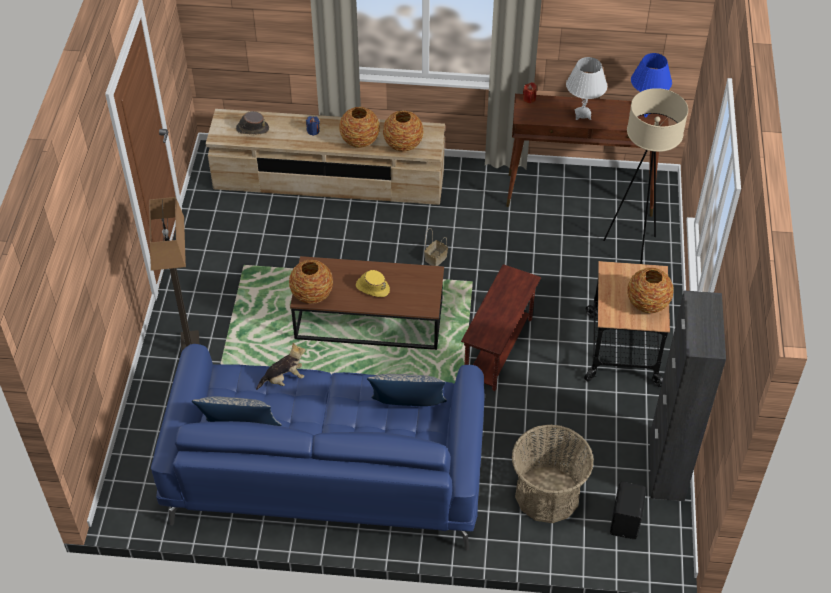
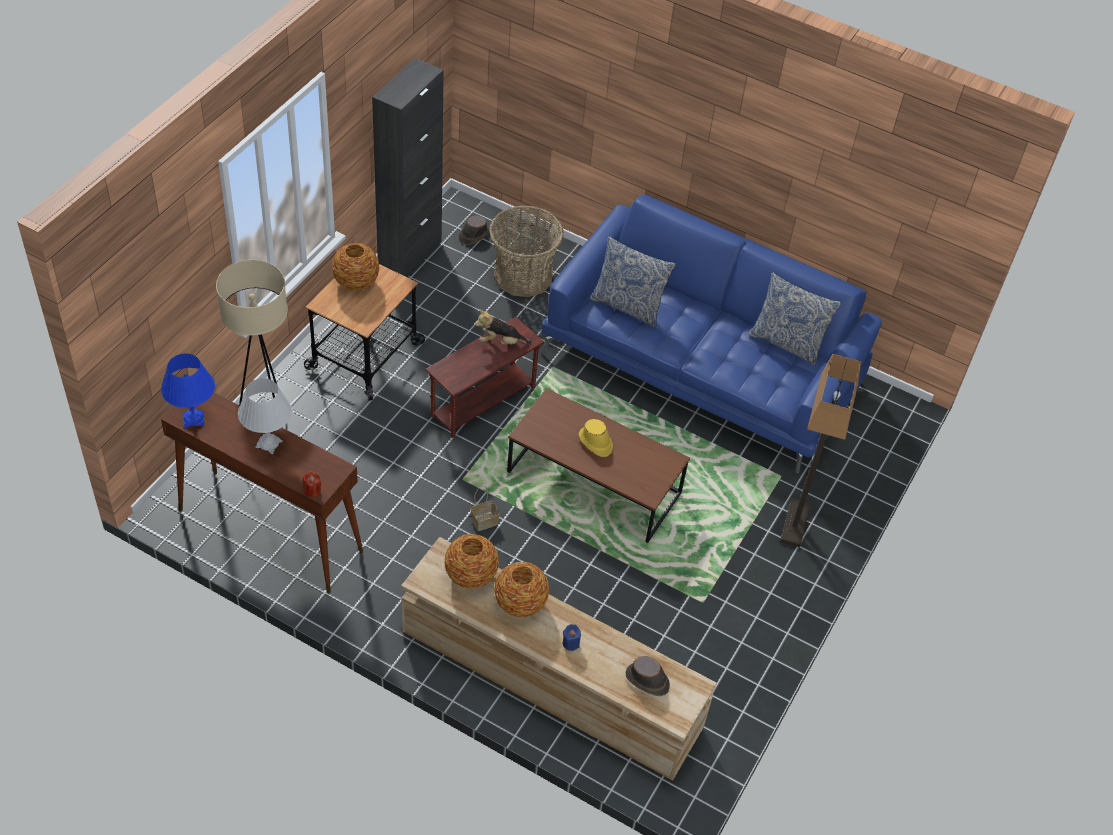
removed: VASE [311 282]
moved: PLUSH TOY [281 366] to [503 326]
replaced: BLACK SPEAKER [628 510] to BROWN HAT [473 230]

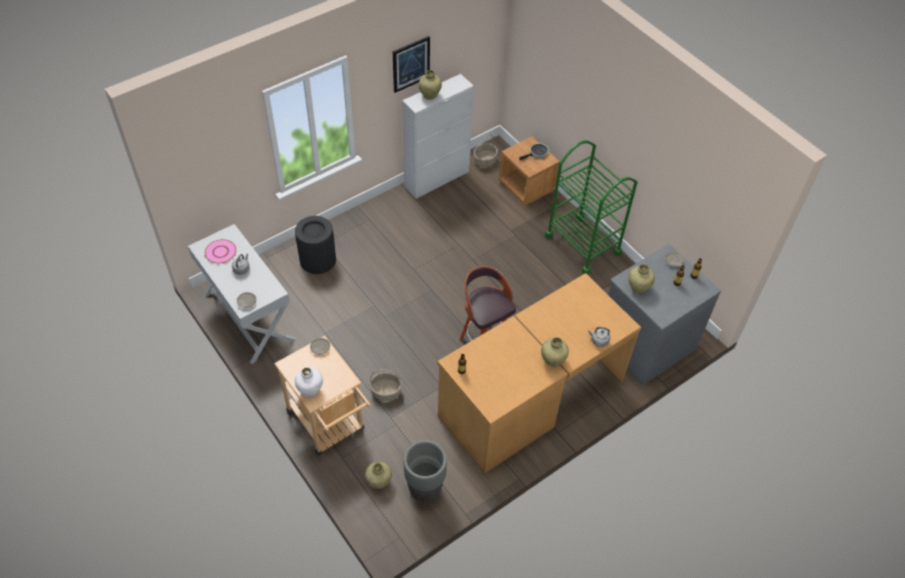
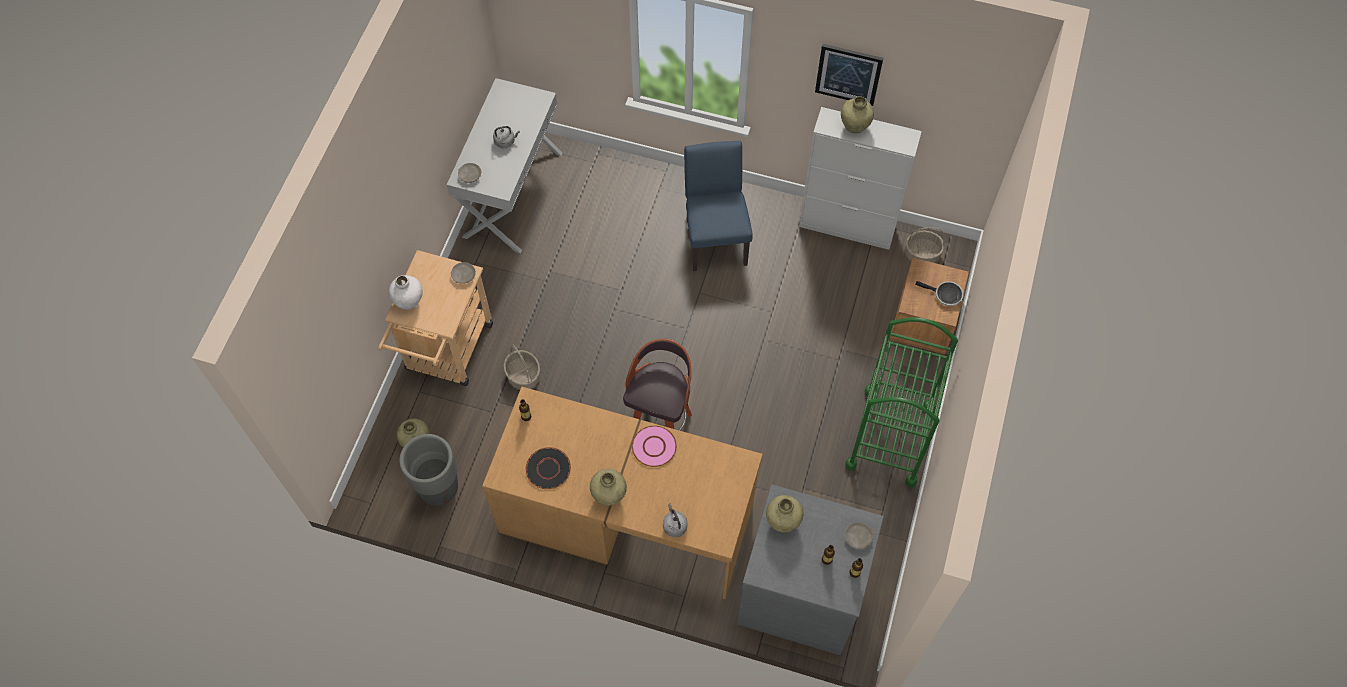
removed: BLACK TRASH CAN [315 245]
added: BLACK PLATE [548 468]; BLUE CHAIR [718 206]
moved: PINK PLATE [220 251] to [654 446]

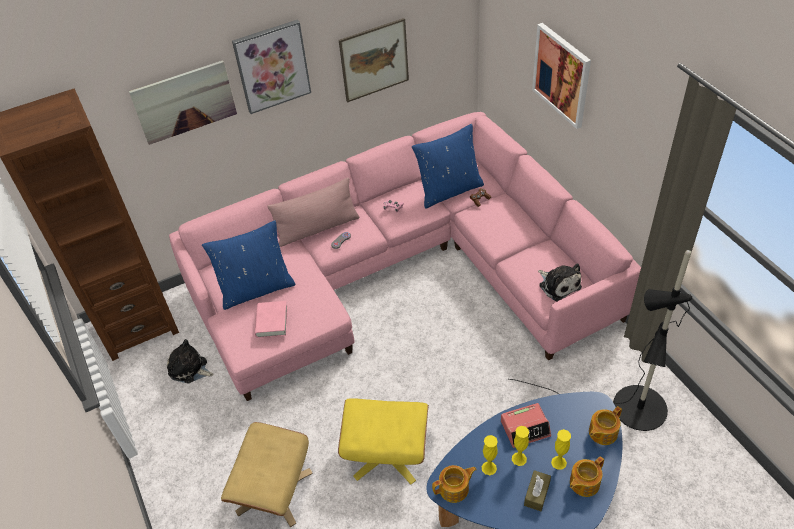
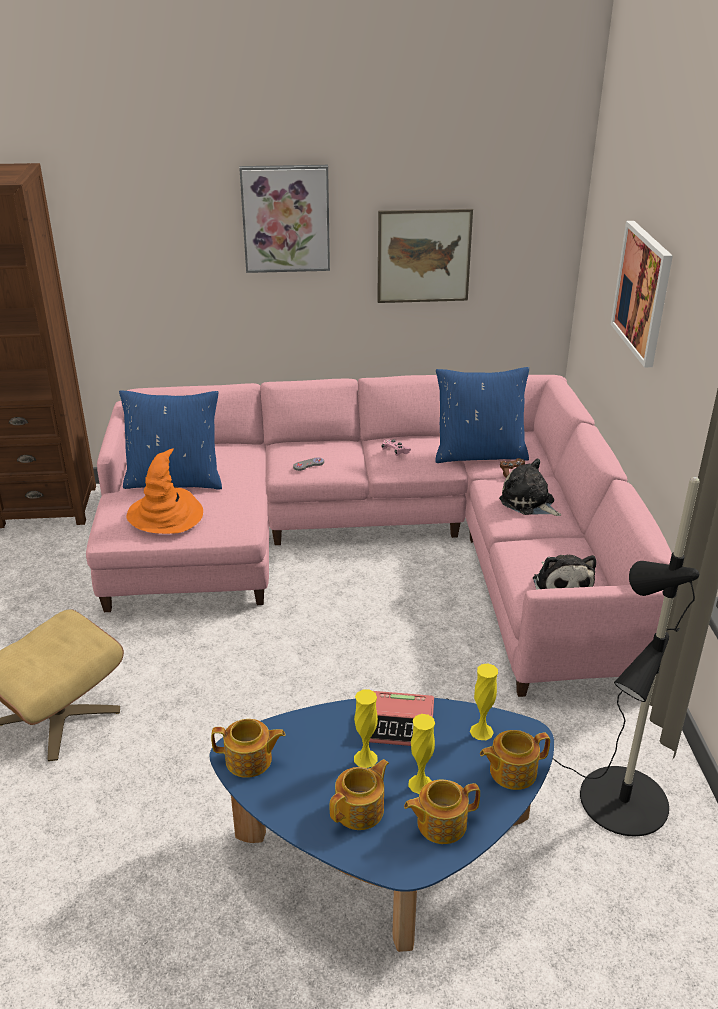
removed: PICTURE [183 102]; PINK PILLOW [313 212]; YELLOW OTTOMAN [383 441]
moved: YELLOW VASE [490 455] to [484 701]; PLUSH TOY [190 361] to [530 487]
replaced: PINK BOOK [271 319] to ORANGE HAT [164 491]; BROWN TISSUE BOX [537 490] to TEAPOT [359 794]

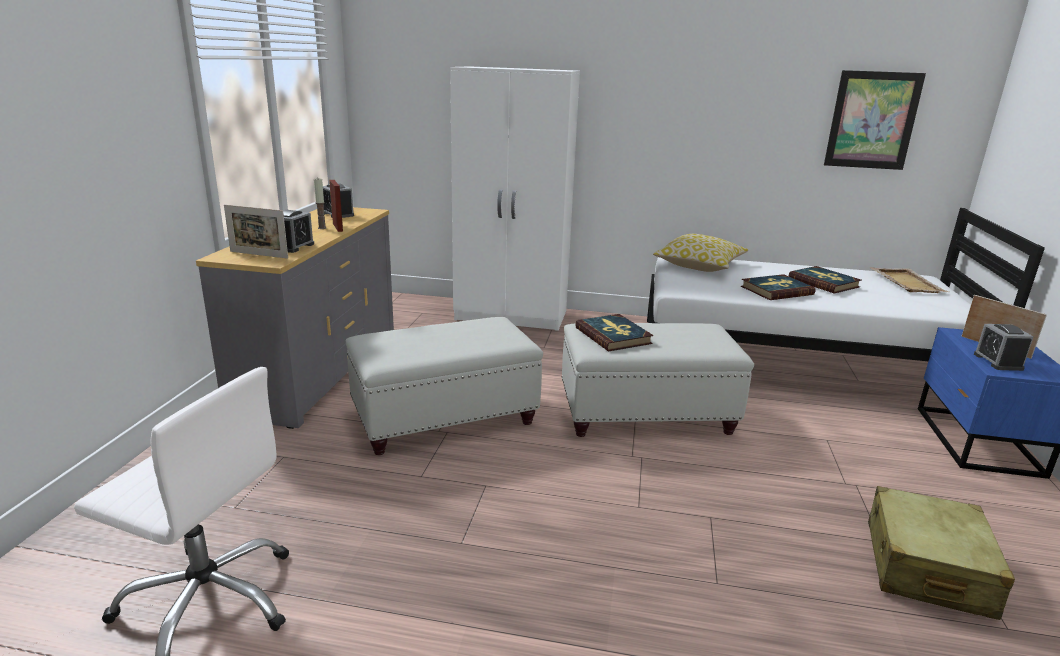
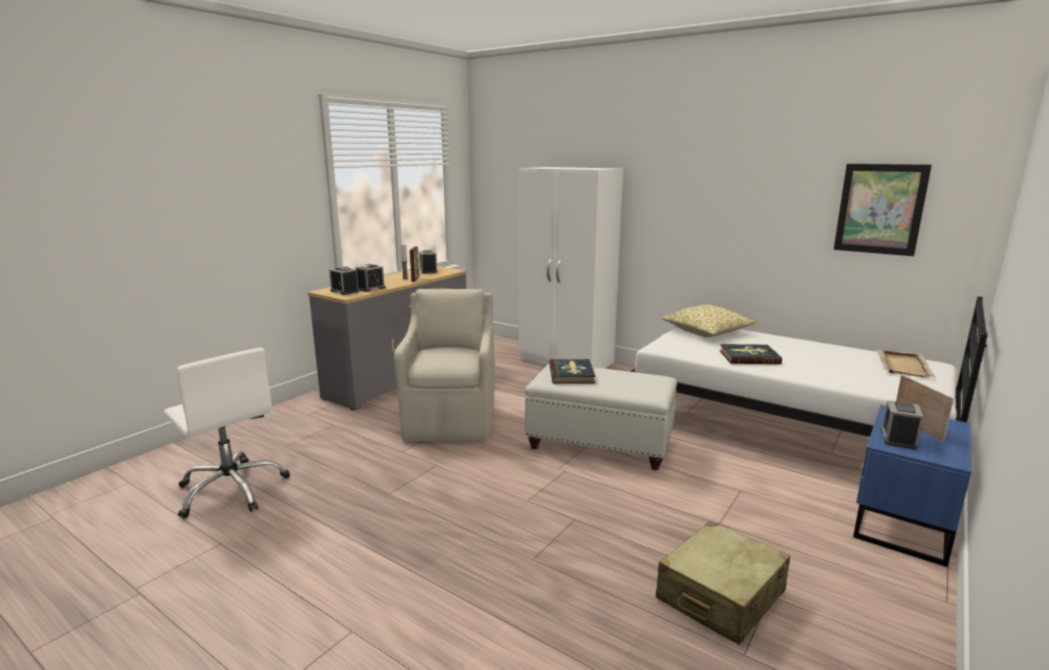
removed: BOOK [825 280]
replaced: PICTURE FRAME [256 231] to ALARM CLOCK [344 280]; WHITE OTTOMAN [444 386] to BEIGE ARMCHAIR [444 365]

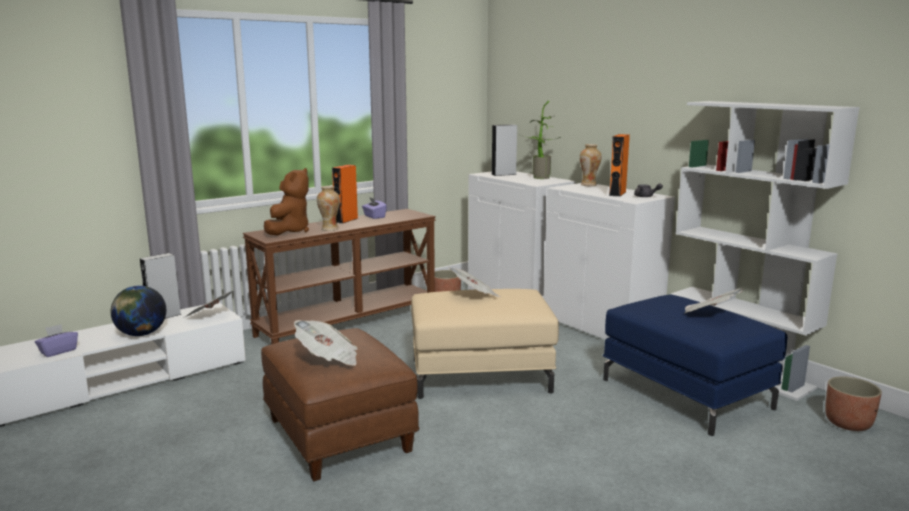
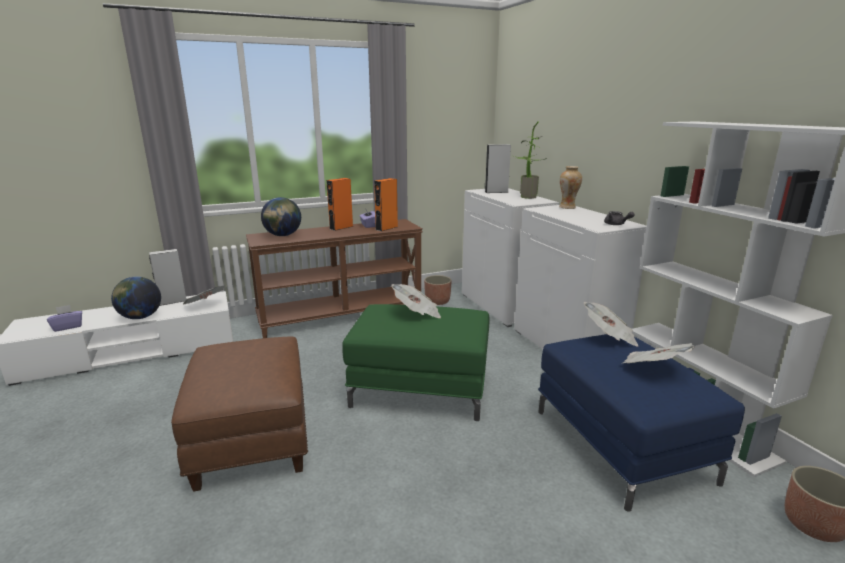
removed: VASE [328 208]
moved: ORANGE SPEAKER [619 165] to [386 204]; NEWSPAPER [326 343] to [611 324]
replaced: BROWN PLUSH TOY [286 201] to GLOBE [281 216]
recoloured: BEIGE OTTOMAN [485 344] to GREEN OTTOMAN [415 362]

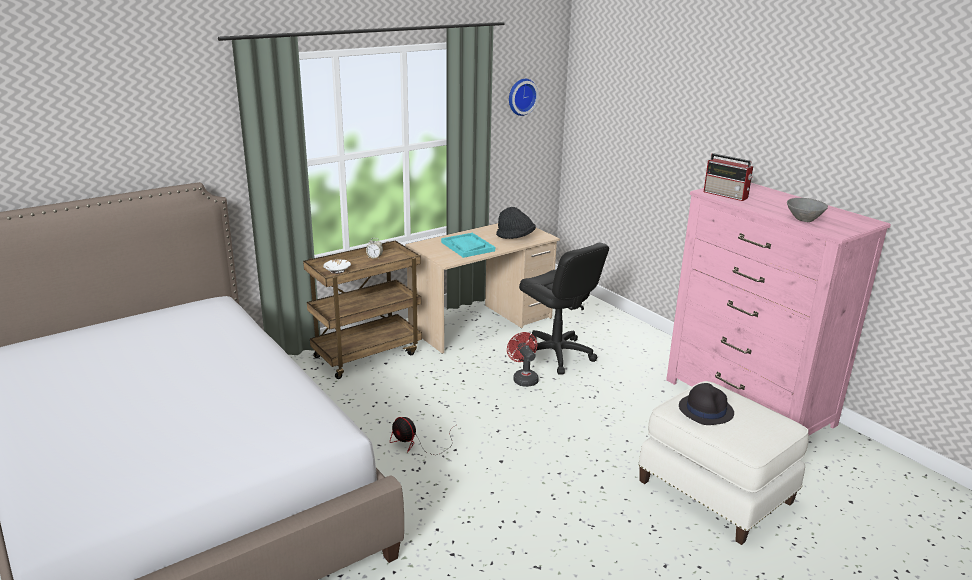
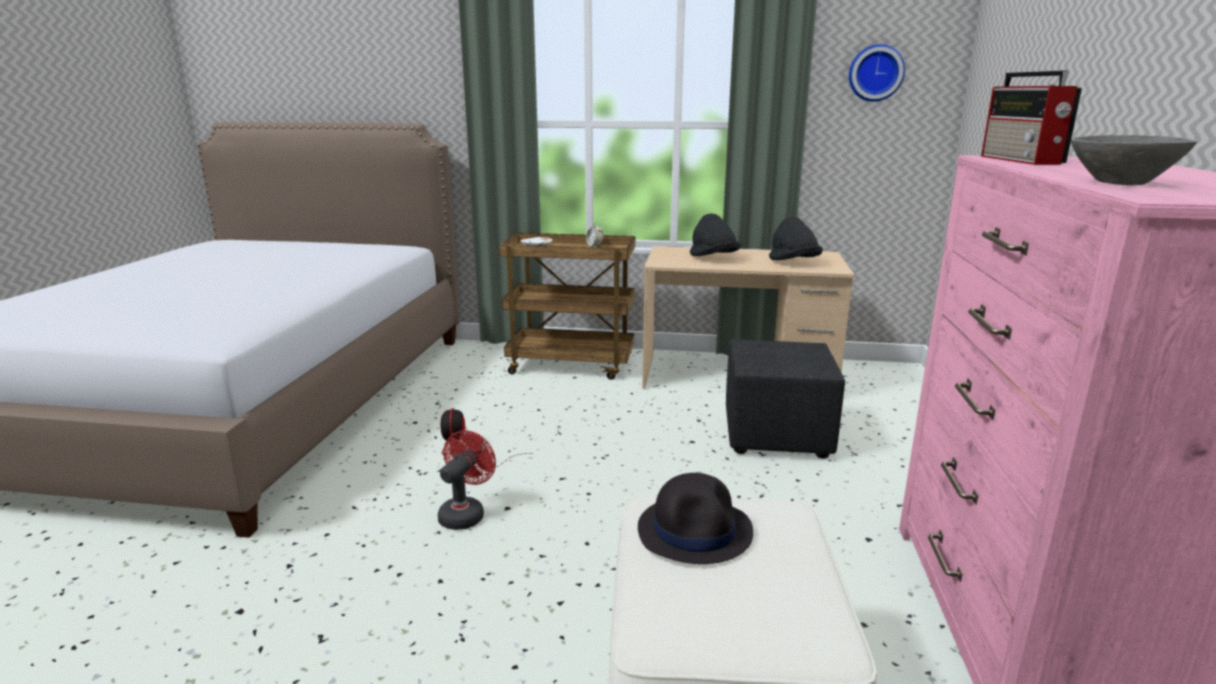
moved: RED FAN [523 359] to [467 480]
replaced: TURQUOISE TRAY [468 245] to BLACK HAT [715 234]; BLACK OFFICE CHAIR [564 308] to BLACK OTTOMAN [785 398]

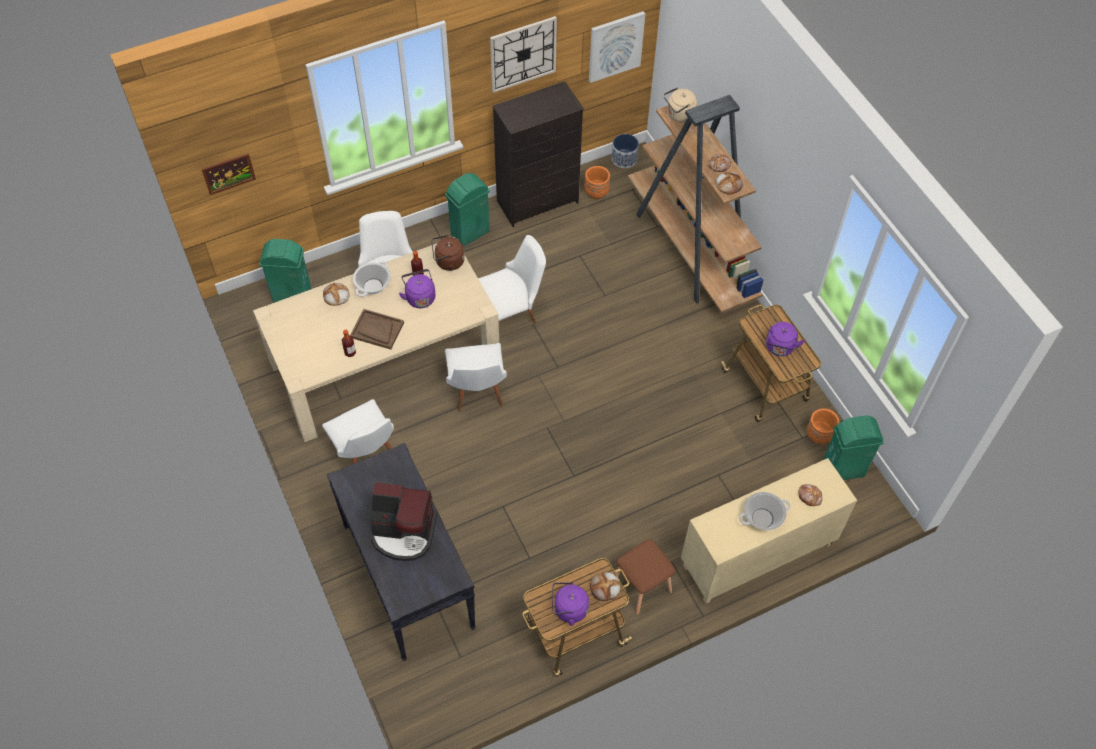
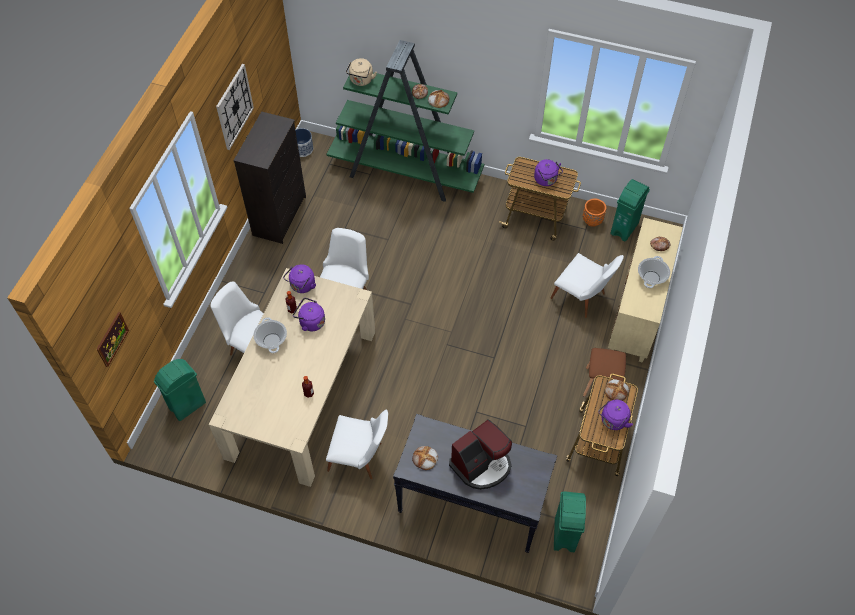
removed: BROWN TRAY [377 329]; ORANGE PLANTER [597 182]; PICTURE [617 47]
moved: BREAD [336 294] to [425 458]; WHITE CHAIR [476 377] to [587 285]; GREEN TRASH CAN [467 210] to [570 521]
recoloured: BROWN KETTLE [448 253] to PURPLE KETTLE [299 278]; BROWN BOOKCASE [696 204] to GREEN BOOKCASE [405 121]

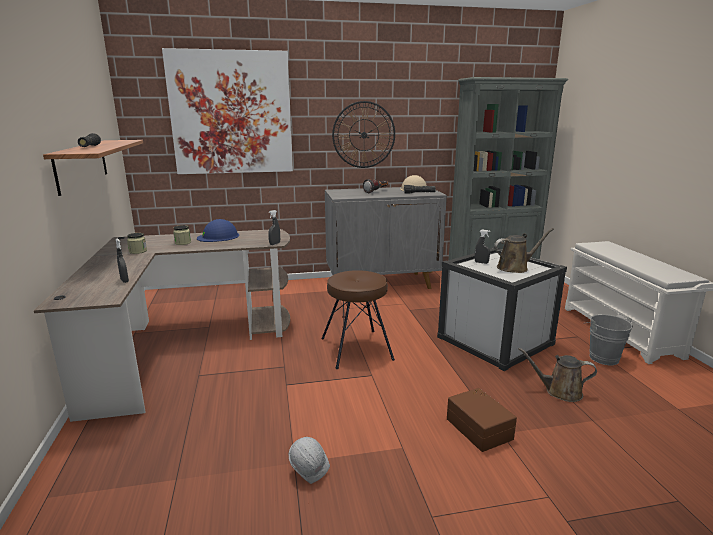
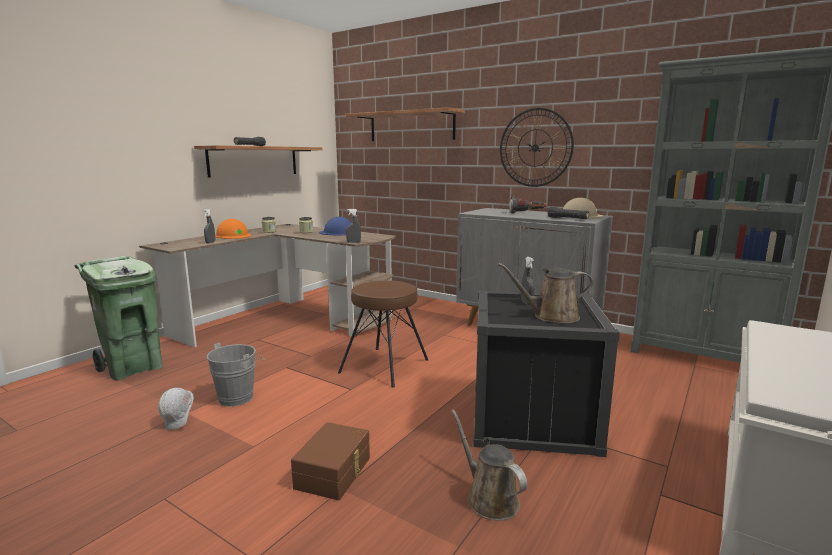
added: GREEN TRASH CAN [119 318]; ORANGE HARD HAT [233 229]
moved: GREY BUCKET [610 339] to [235 375]
replaced: PICTURE [227 111] to SHELF [405 124]
recoloured: WHITE STORAGE BOX [502 309] to BLACK STORAGE BOX [546 373]
turned: BROWN WATERING CAN [524 250] = [545 293] 150 degrees clockwise

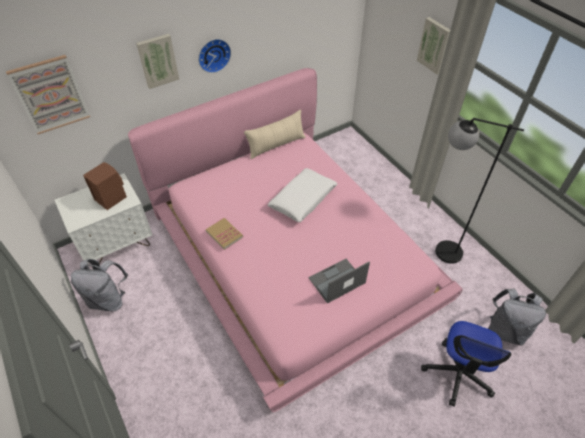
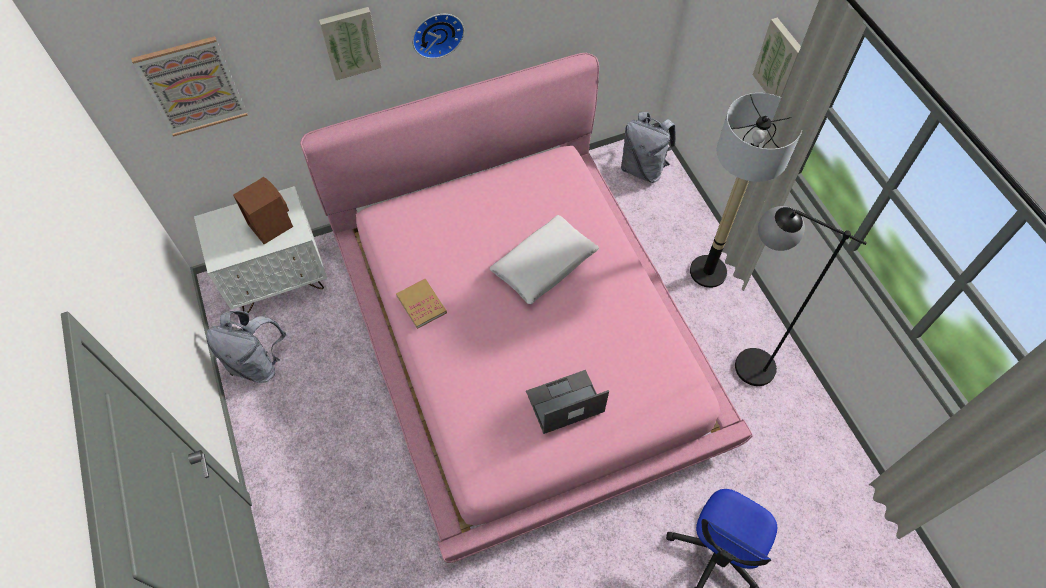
removed: BEIGE PILLOW [274 134]
added: FLOOR LAMP [746 190]
moved: GREY BACKPACK [517 317] to [648 147]

